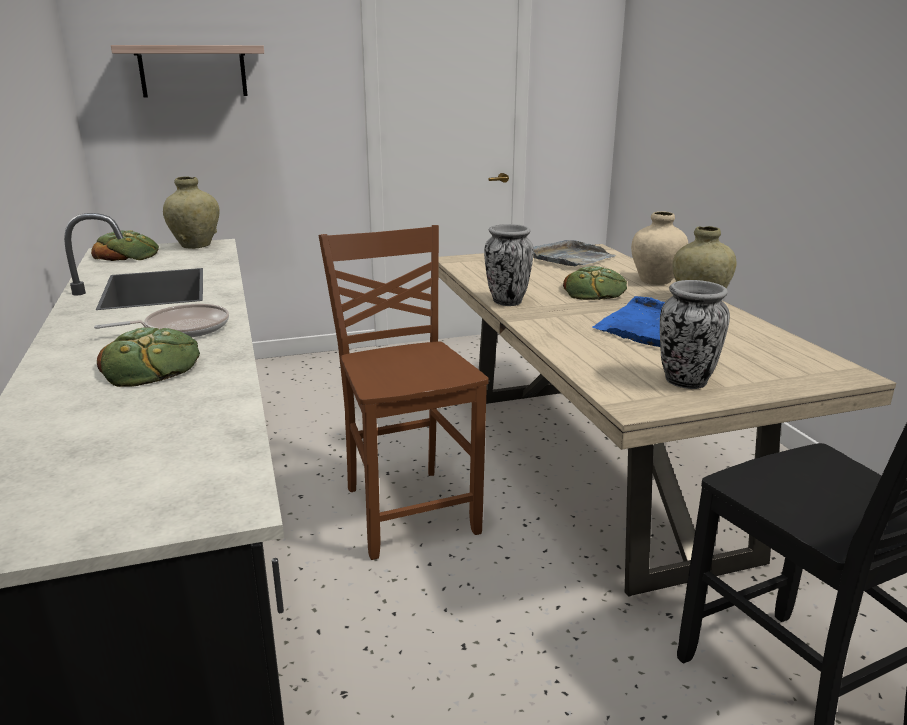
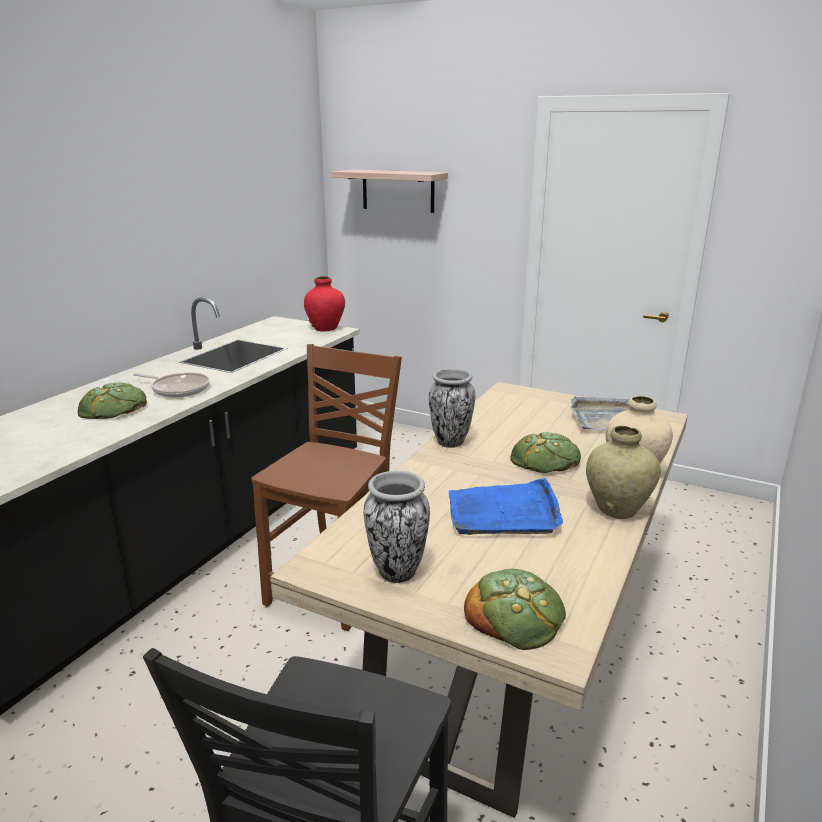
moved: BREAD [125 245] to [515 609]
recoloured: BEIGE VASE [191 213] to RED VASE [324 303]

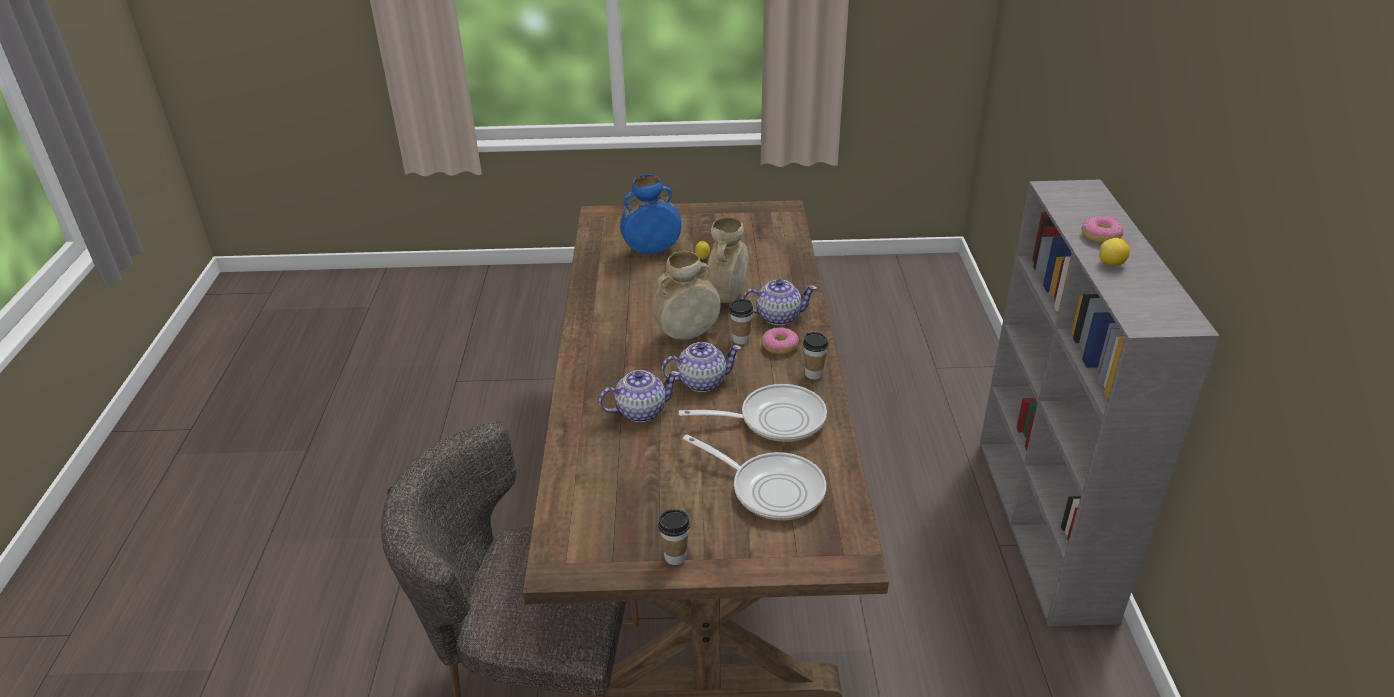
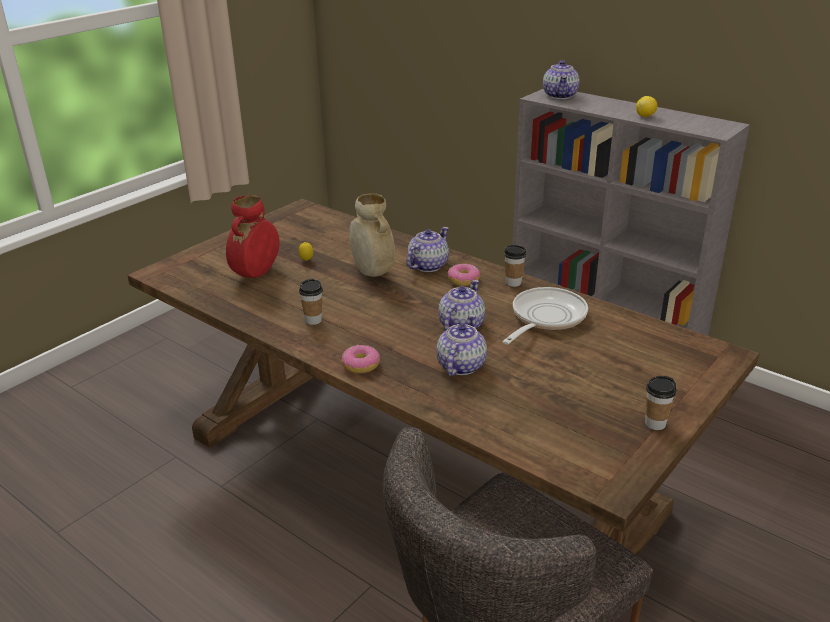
removed: BEIGE VASE [686 295]; FRYING PAN [754 477]
added: TEAPOT [561 79]
moved: CUP [741 322] to [311 302]; DONUT [1102 229] to [360 359]
recoloured: BLUE VASE [651 214] to RED VASE [252 236]

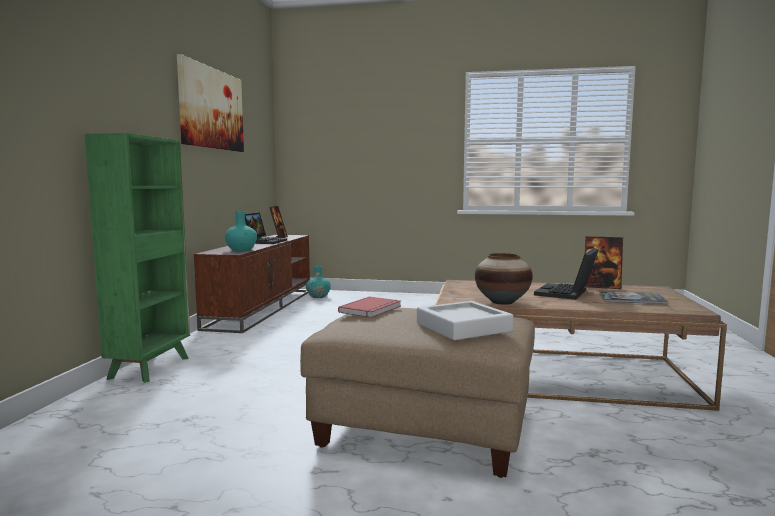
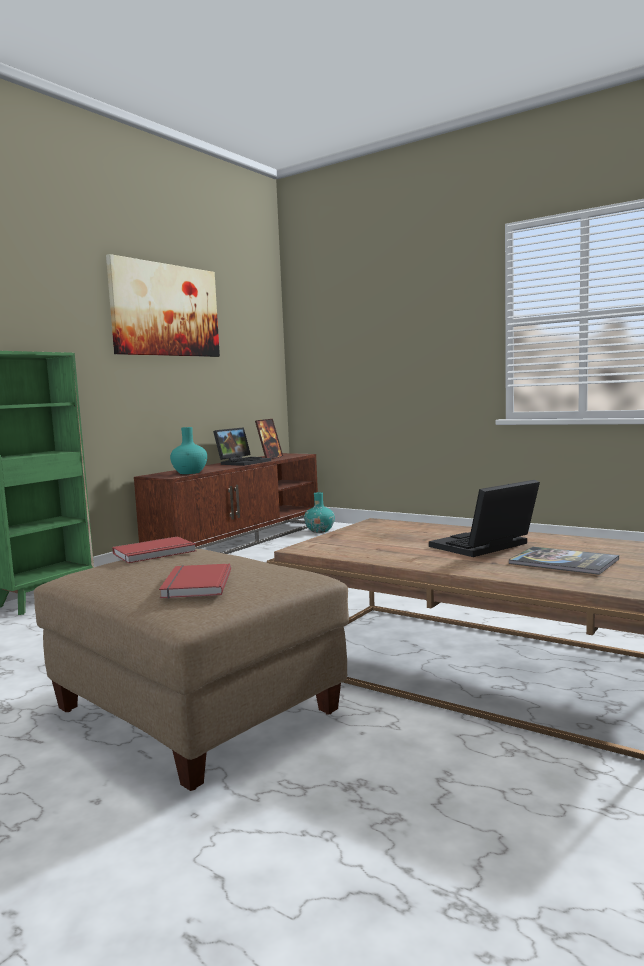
removed: VASE [504 279]; PICTURE FRAME [604 262]
replaced: GREY TRAY [465 320] to RED BOOK [195 581]

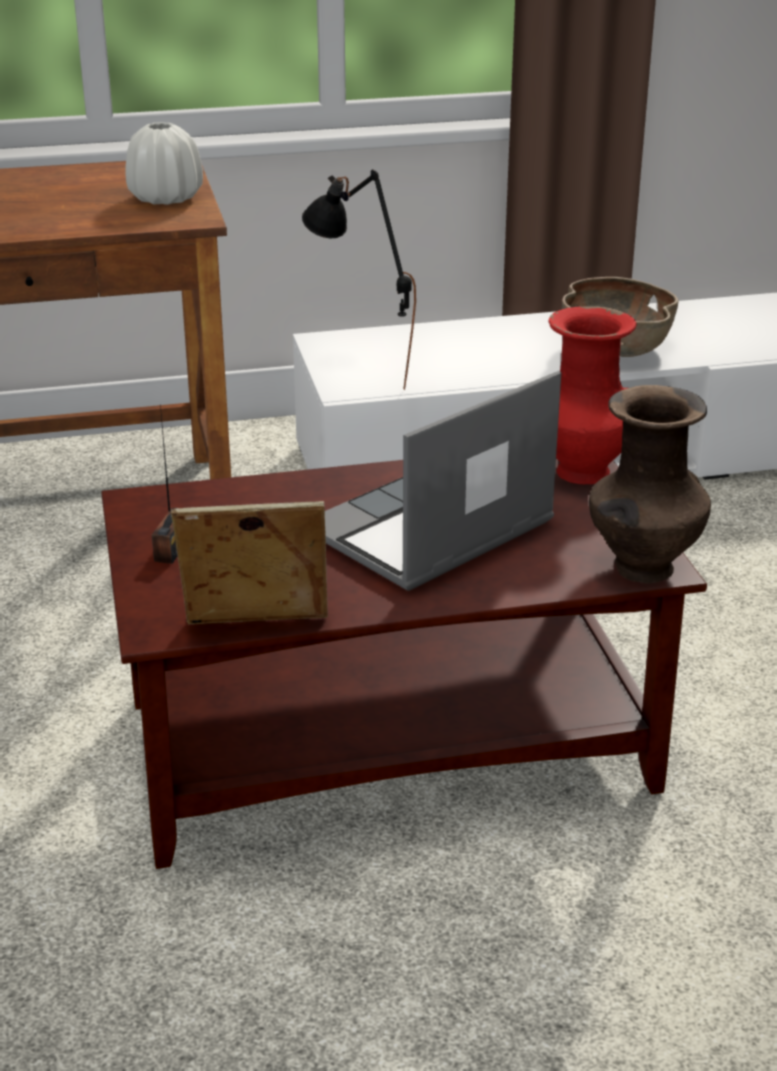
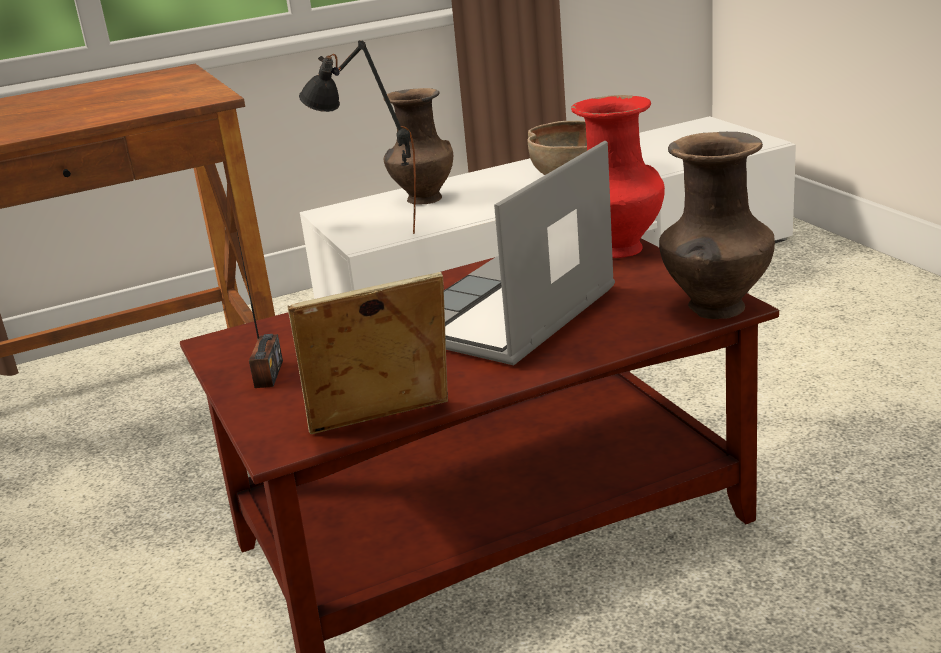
removed: WHITE VASE [164 163]
added: BROWN VASE [418 146]

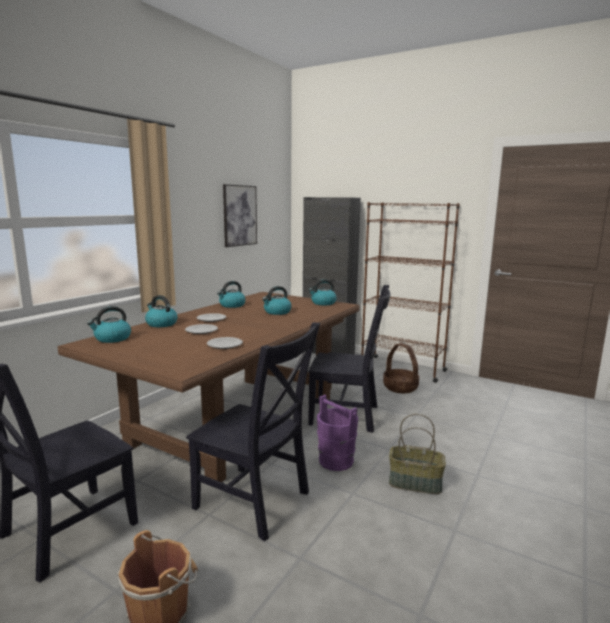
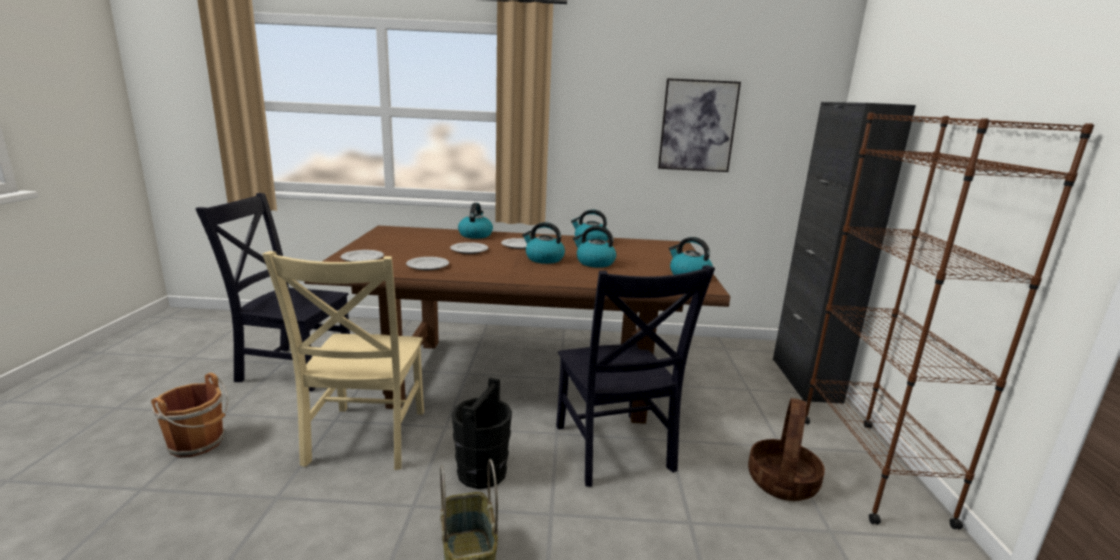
added: PLATE [362 256]
moved: KETTLE [109 324] to [543 243]
recoloured: BLACK CHAIR [253 431] to BEIGE CHAIR [343 360]; PURPLE BUCKET [337 433] to BLACK BUCKET [482 433]

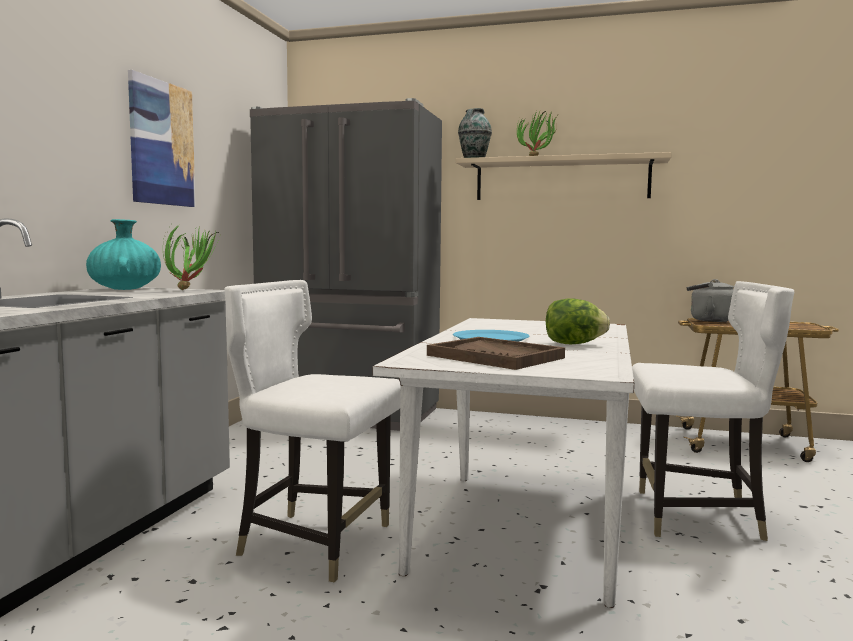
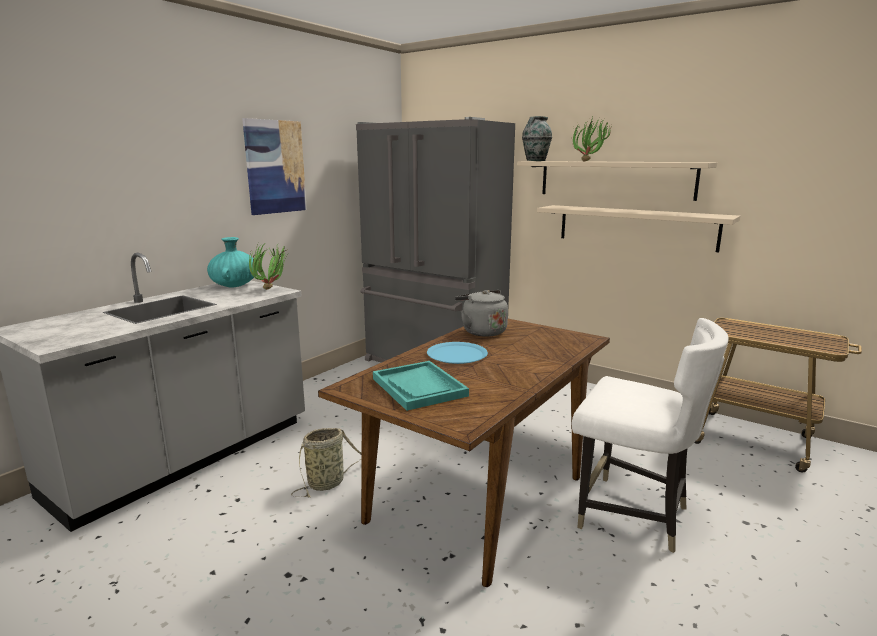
removed: LETTUCE [578 321]
added: BEIGE SHELF [638 228]
moved: GREY KETTLE [710 300] to [481 313]
replaced: WHITE CHAIR [312 431] to BASKET [326 462]
recoloured: WHITE DINING TABLE [503 463] to BROWN DINING TABLE [464 453]; BROWN TRAY [496 353] to TURQUOISE TRAY [421 386]

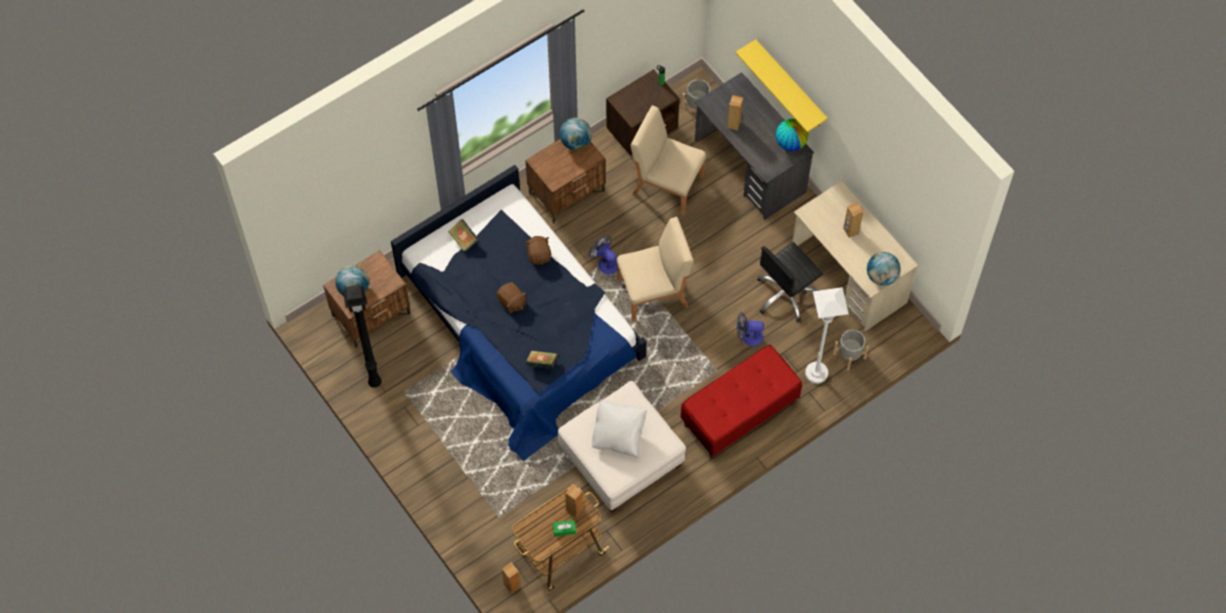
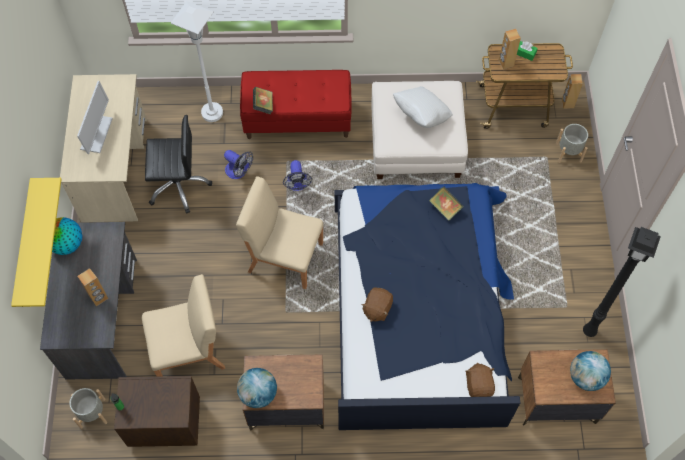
removed: GLOBE [884 269]
moved: BOOK [463 235] to [263 101]; FAN [603 255] to [297 175]; BROWN PLUSH TOY [511 297] to [480 380]; GREY PLANTER [851 350] to [572 143]
replaced: BROWN SPEAKER [853 220] to MONITOR [95 117]
turned: BEIGE CHAIR [668 160] = [183 325] 75 degrees counterclockwise

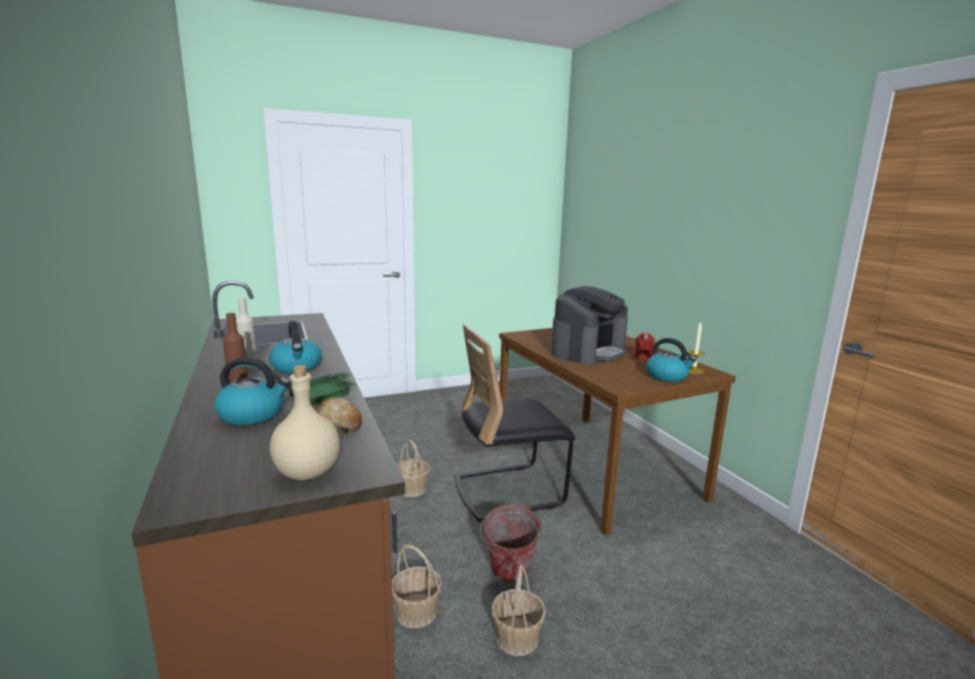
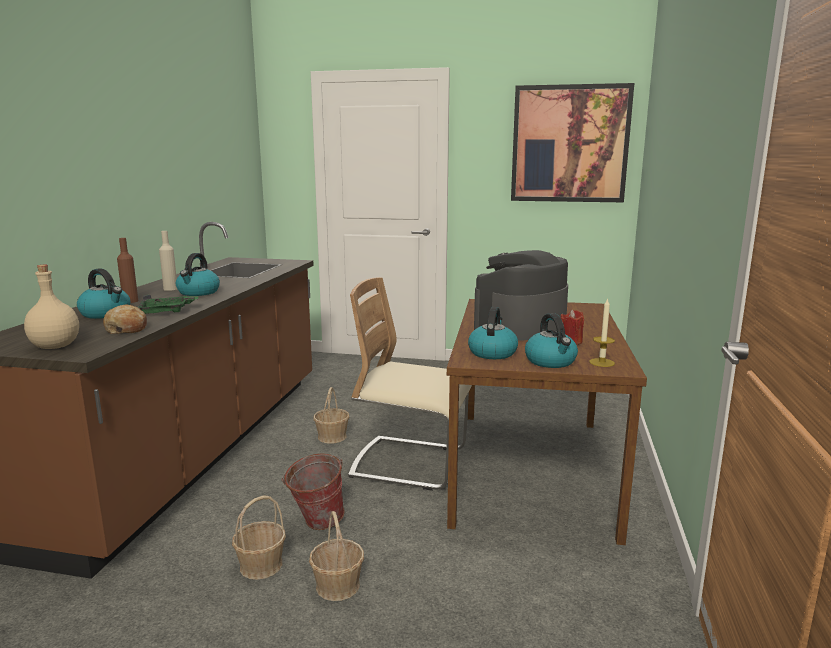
added: KETTLE [493 333]; PICTURE [572 142]
moved: BASKET [417 586] to [336 556]
recoloured: BLACK CHAIR [515 423] to BEIGE CHAIR [410 384]
turned: COFFEE MACHINE [589 325] = [521 295] 150 degrees clockwise

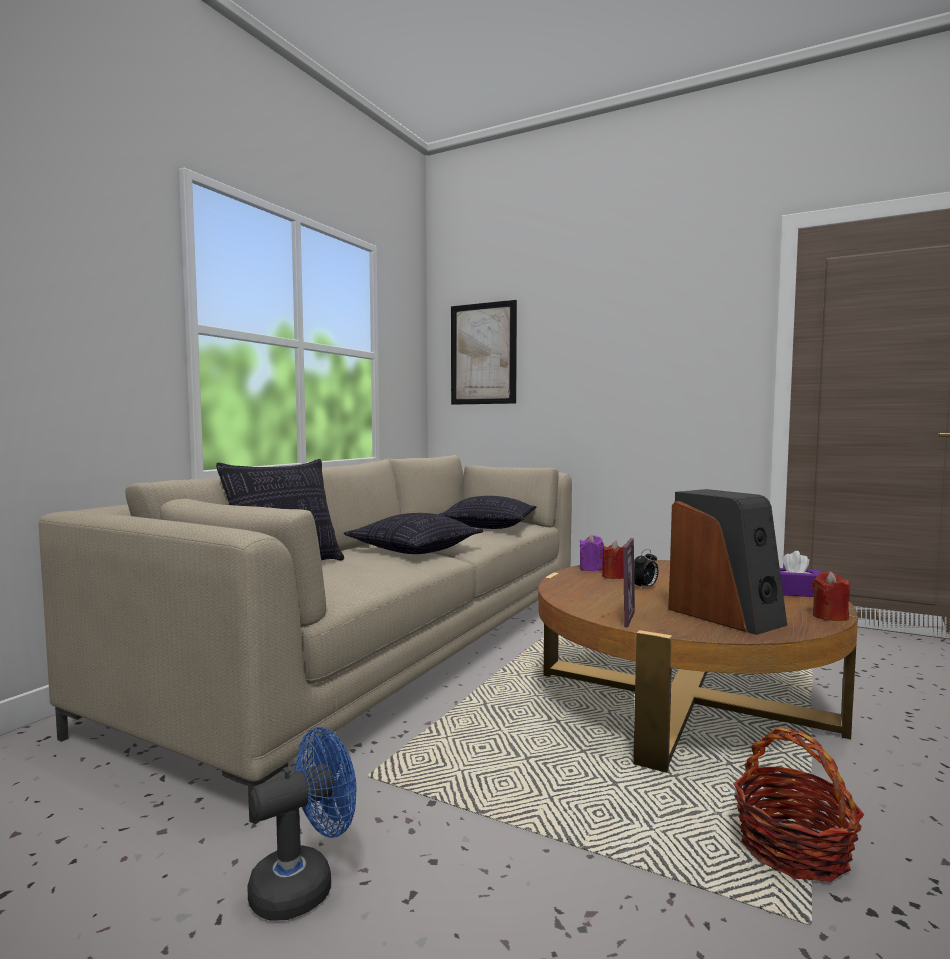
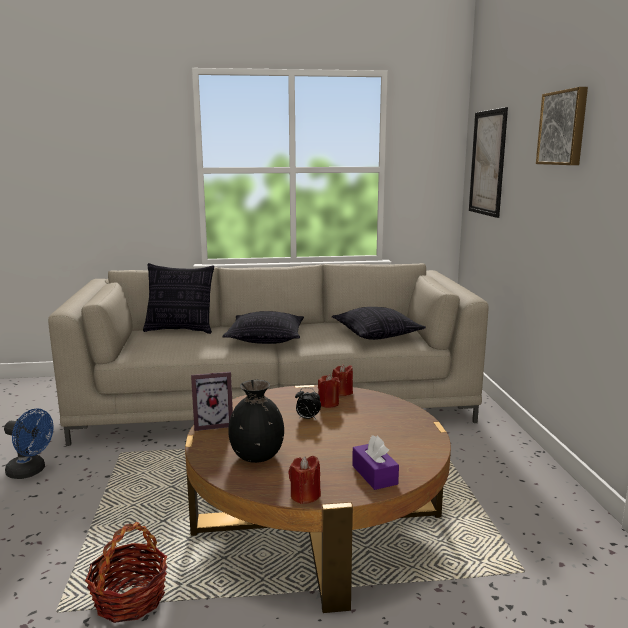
added: PICTURE [562 126]
replaced: SPEAKER [727 562] to BLACK VASE [256 421]
recoloured: PURPLE CANDLE [592 553] to RED CANDLE [342 380]

